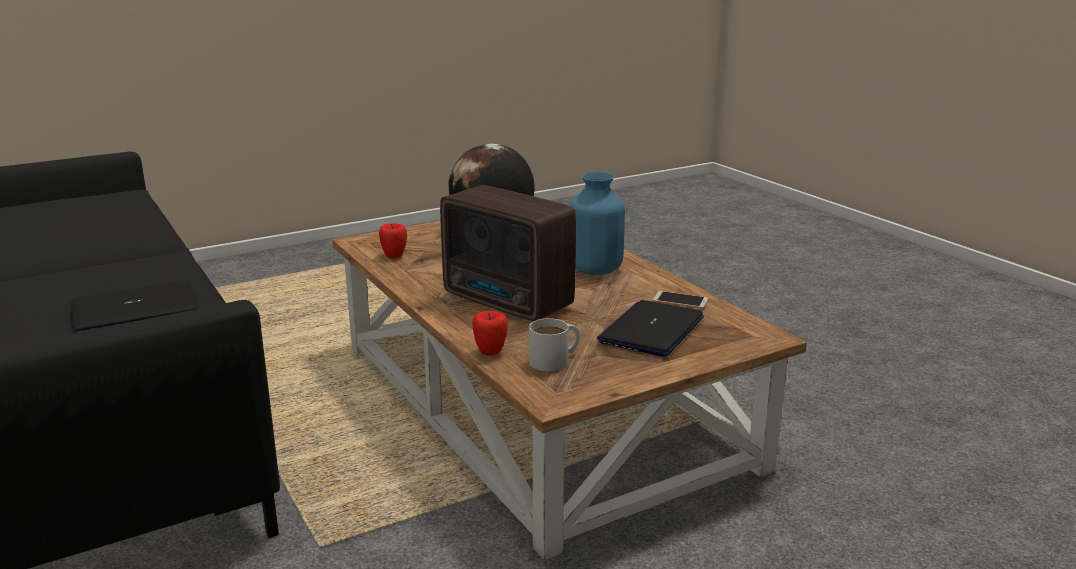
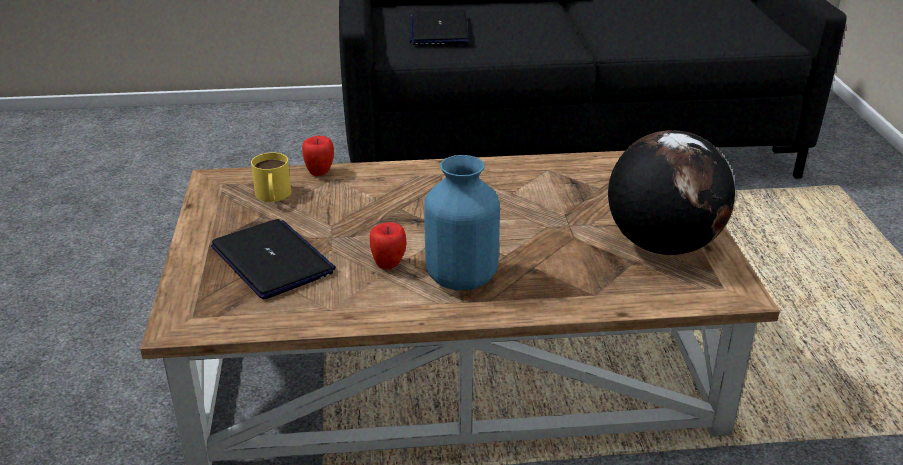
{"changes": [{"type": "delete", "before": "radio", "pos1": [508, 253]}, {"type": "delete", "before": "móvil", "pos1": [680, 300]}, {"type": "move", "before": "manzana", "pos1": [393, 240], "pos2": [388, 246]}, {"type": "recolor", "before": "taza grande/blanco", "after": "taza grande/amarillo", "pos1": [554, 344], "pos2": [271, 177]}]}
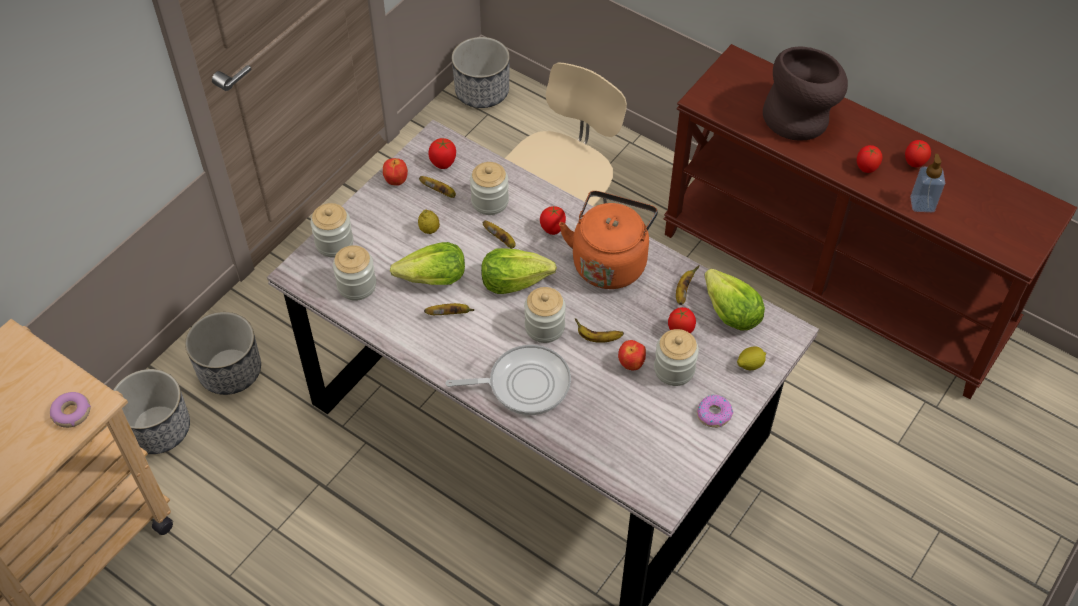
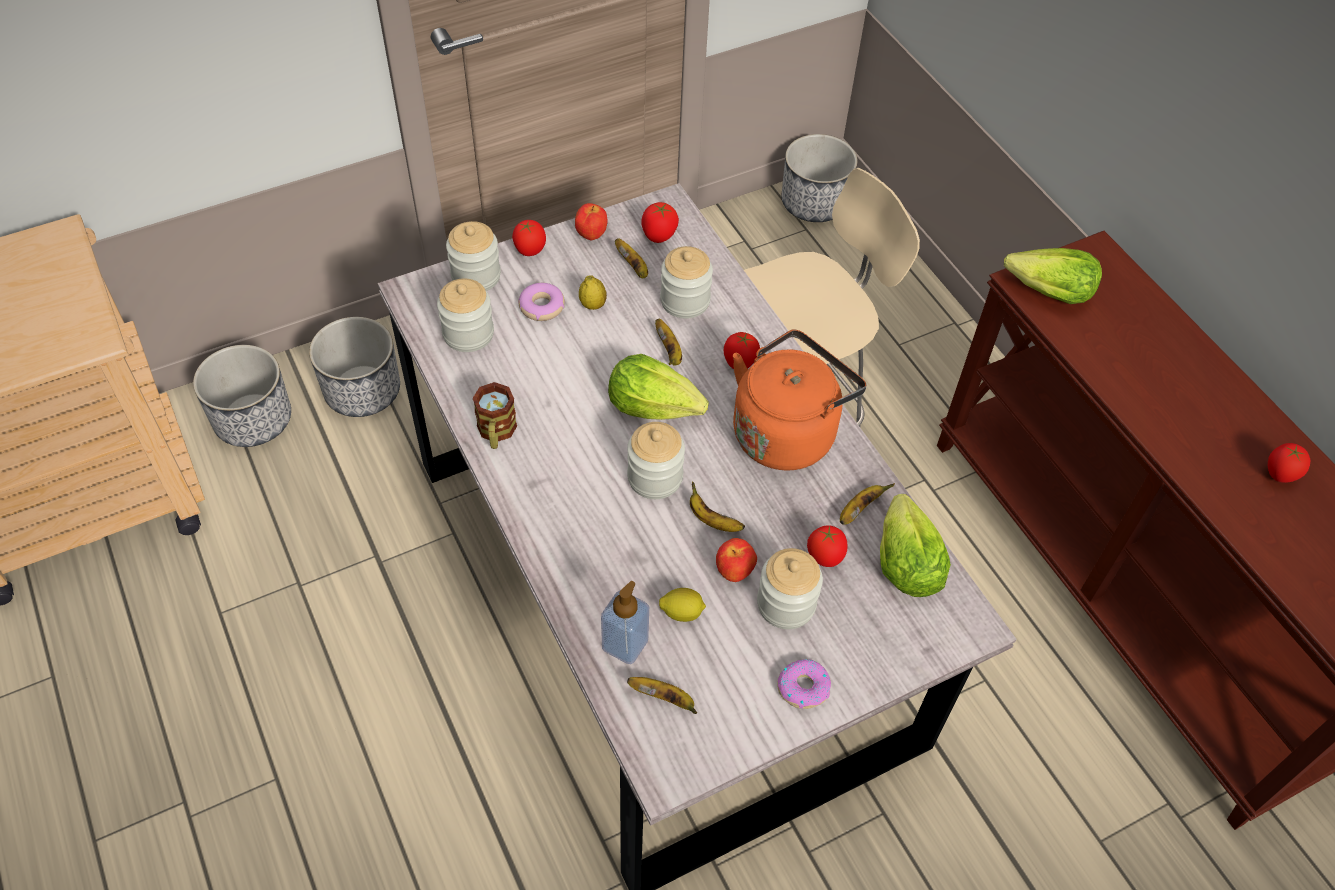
{"changes": [{"type": "delete", "before": "sartén", "pos1": [508, 380]}, {"type": "delete", "before": "florero/marrón", "pos1": [805, 94]}, {"type": "insert", "after": "taza grande", "pos2": [495, 415]}, {"type": "move", "before": "rosquilla", "pos1": [70, 410], "pos2": [541, 302]}, {"type": "move", "before": "lechuga", "pos1": [427, 263], "pos2": [1053, 276]}, {"type": "move", "before": "plátano", "pos1": [449, 309], "pos2": [662, 695]}, {"type": "move", "before": "limón", "pos1": [751, 358], "pos2": [682, 605]}, {"type": "move", "before": "tomate", "pos1": [870, 159], "pos2": [529, 238]}, {"type": "move", "before": "dispensador de jabón", "pos1": [927, 183], "pos2": [625, 622]}]}
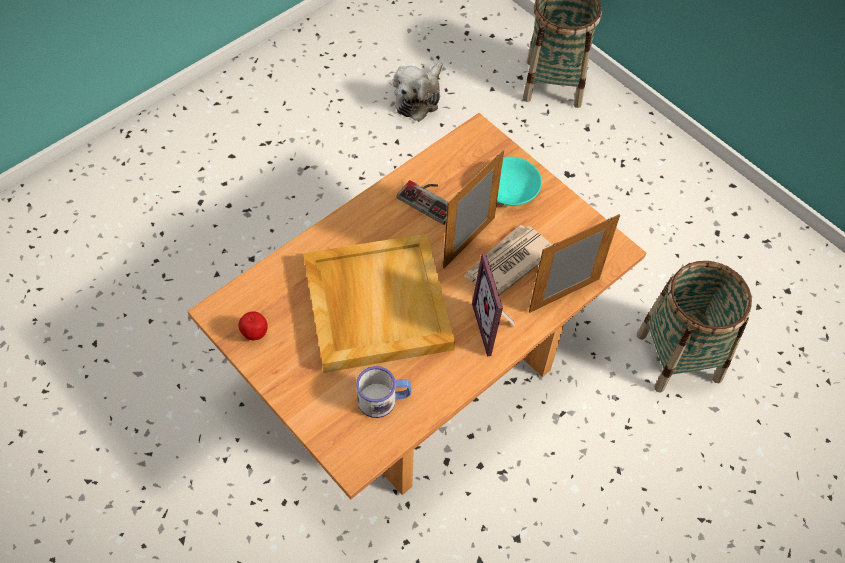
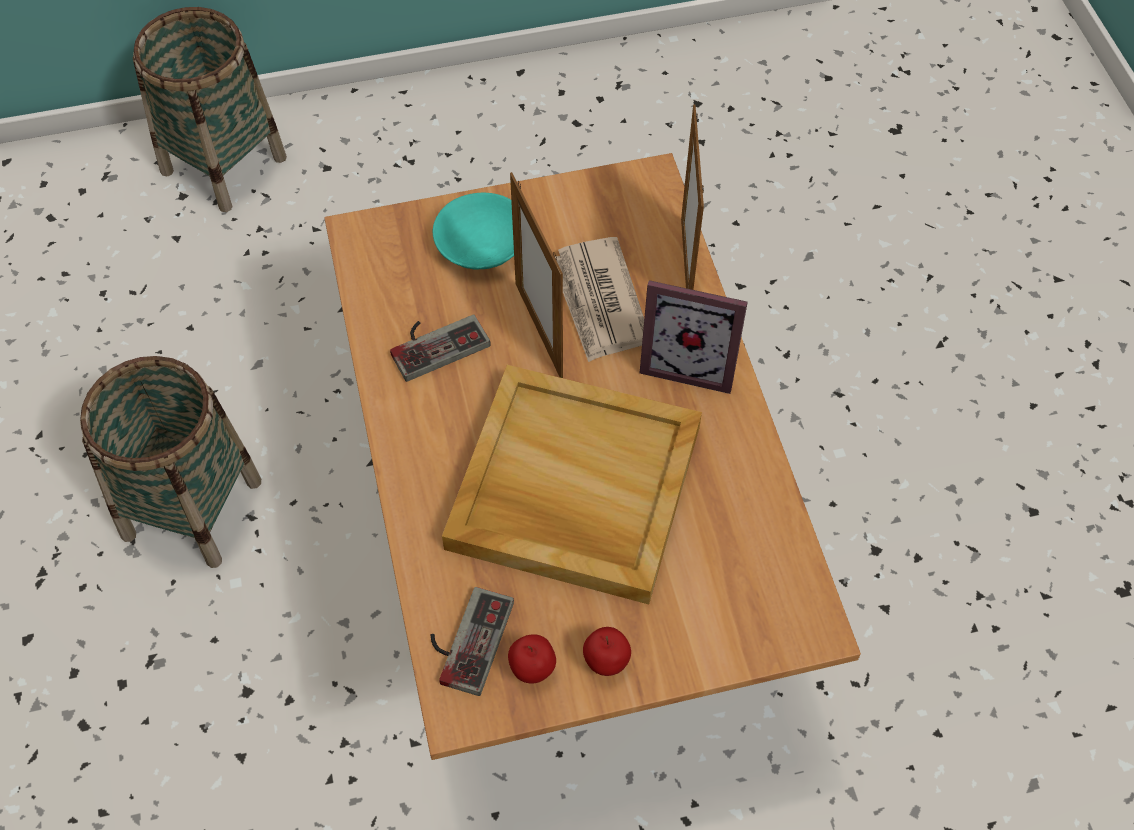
{"changes": [{"type": "delete", "before": "taza grande", "pos1": [384, 392]}, {"type": "delete", "before": "peluche", "pos1": [417, 91]}, {"type": "insert", "after": "mando de consola", "pos2": [472, 641]}, {"type": "insert", "after": "manzana", "pos2": [607, 651]}, {"type": "move", "before": "cesta", "pos1": [694, 327], "pos2": [170, 462]}]}
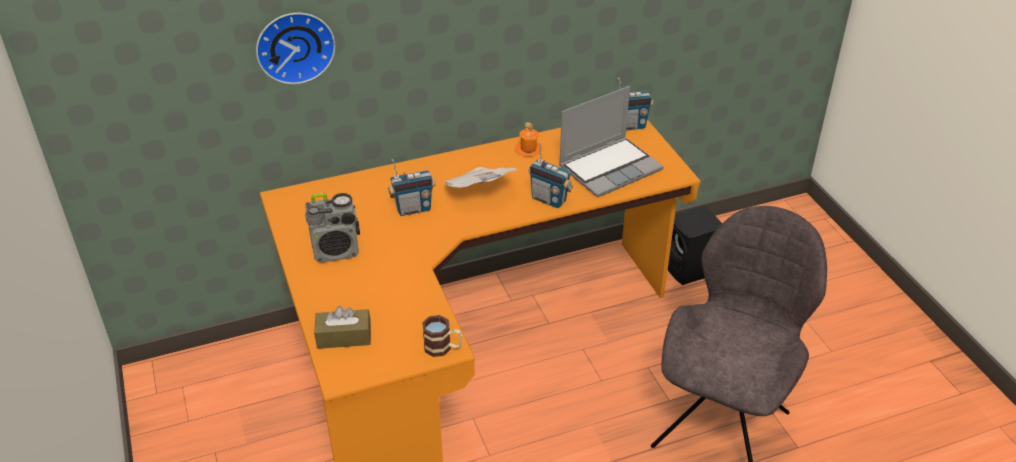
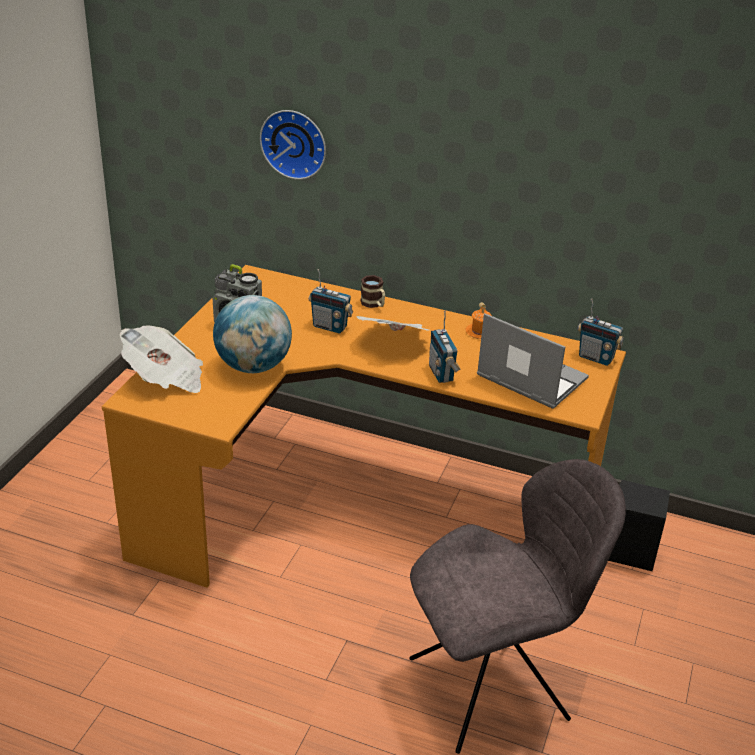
{"changes": [{"type": "insert", "after": "globo terráqueo", "pos2": [252, 334]}, {"type": "move", "before": "taza grande", "pos1": [442, 336], "pos2": [372, 291]}, {"type": "replace", "before": "caja de pañuelos/marrón", "after": "periódico", "pos1": [342, 327], "pos2": [161, 359]}, {"type": "rotate", "before": "portátil", "pos1": [611, 141], "pos2": [533, 360], "turn": -150}]}
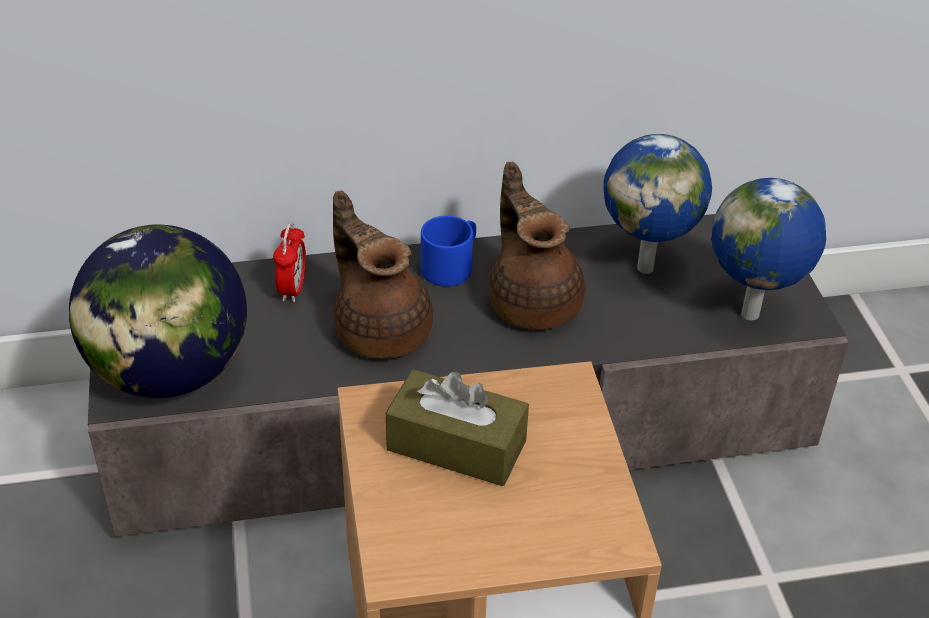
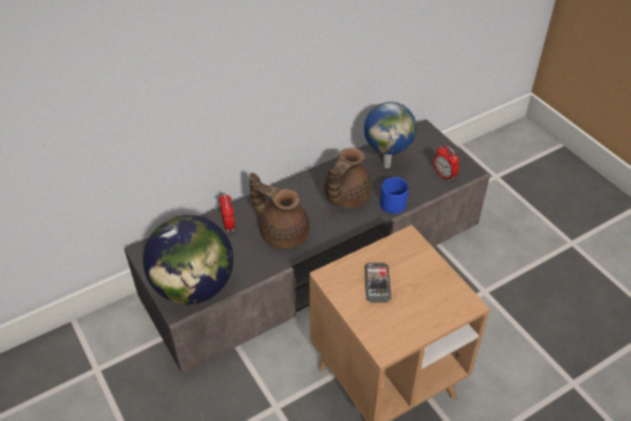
{"changes": [{"type": "move", "before": "taza grande/azul", "pos1": [448, 251], "pos2": [394, 195]}, {"type": "replace", "before": "caja de pañuelos/marrón", "after": "móvil", "pos1": [457, 428], "pos2": [378, 283]}, {"type": "replace", "before": "globo terráqueo", "after": "despertador", "pos1": [769, 249], "pos2": [446, 163]}, {"type": "rotate", "before": "tetera/marrón", "pos1": [536, 246], "pos2": [348, 178], "turn": -105}]}
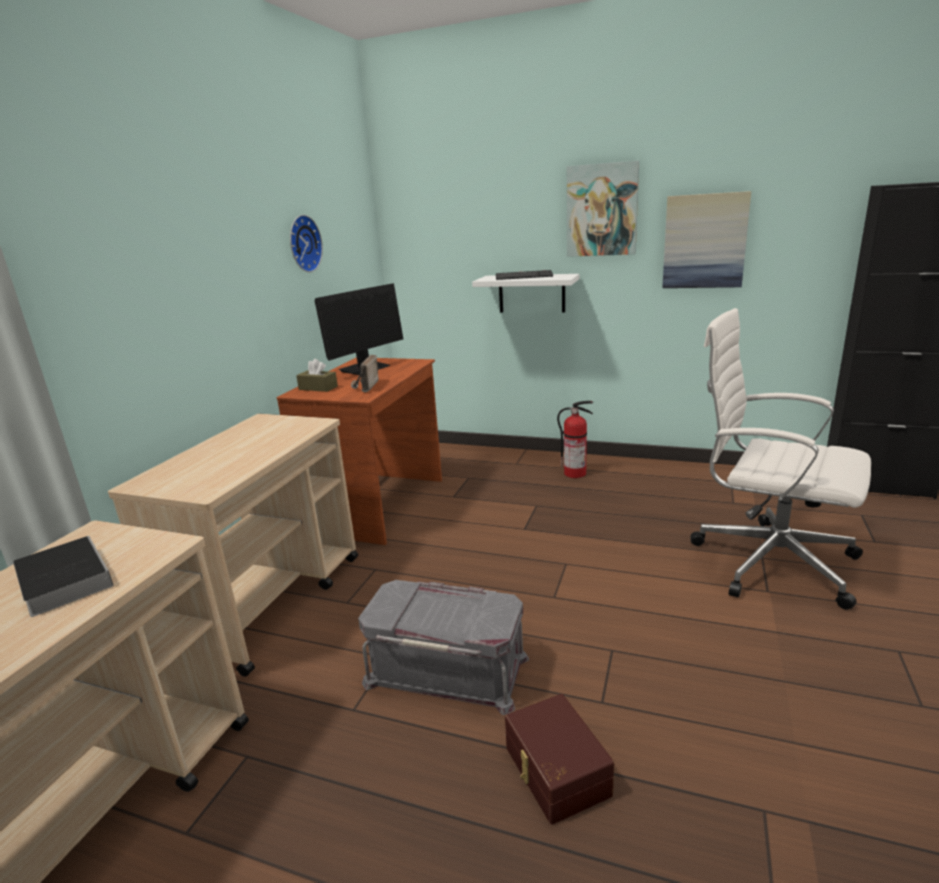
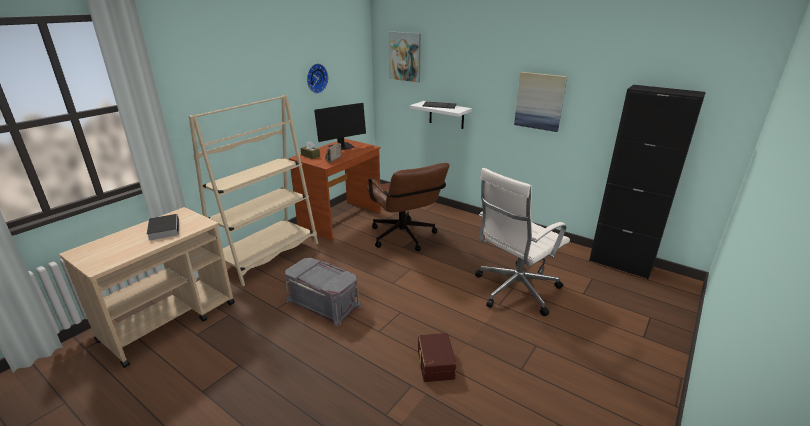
{"changes": [{"type": "delete", "before": "extintor", "pos1": [575, 439]}, {"type": "insert", "after": "silla de oficina/marrón", "pos2": [407, 207]}, {"type": "move", "before": "caja de almacenaje/marrón", "pos1": [559, 759], "pos2": [437, 357]}, {"type": "move", "before": "cuadro", "pos1": [603, 208], "pos2": [404, 56]}, {"type": "replace", "before": "carrito/beis", "after": "estantería/beis", "pos1": [233, 545], "pos2": [253, 190]}, {"type": "rotate", "before": "silla de oficina/blanco", "pos1": [780, 459], "pos2": [522, 242], "turn": -90}]}
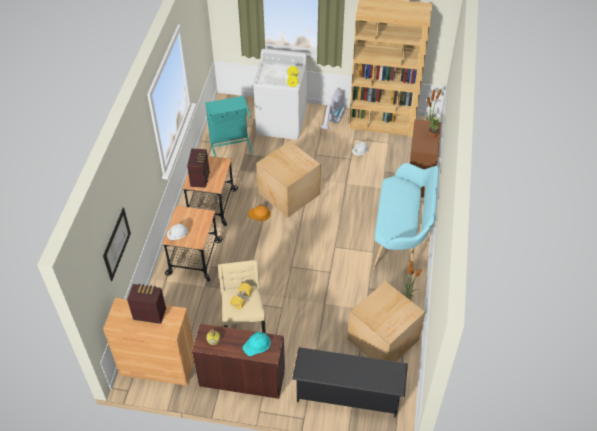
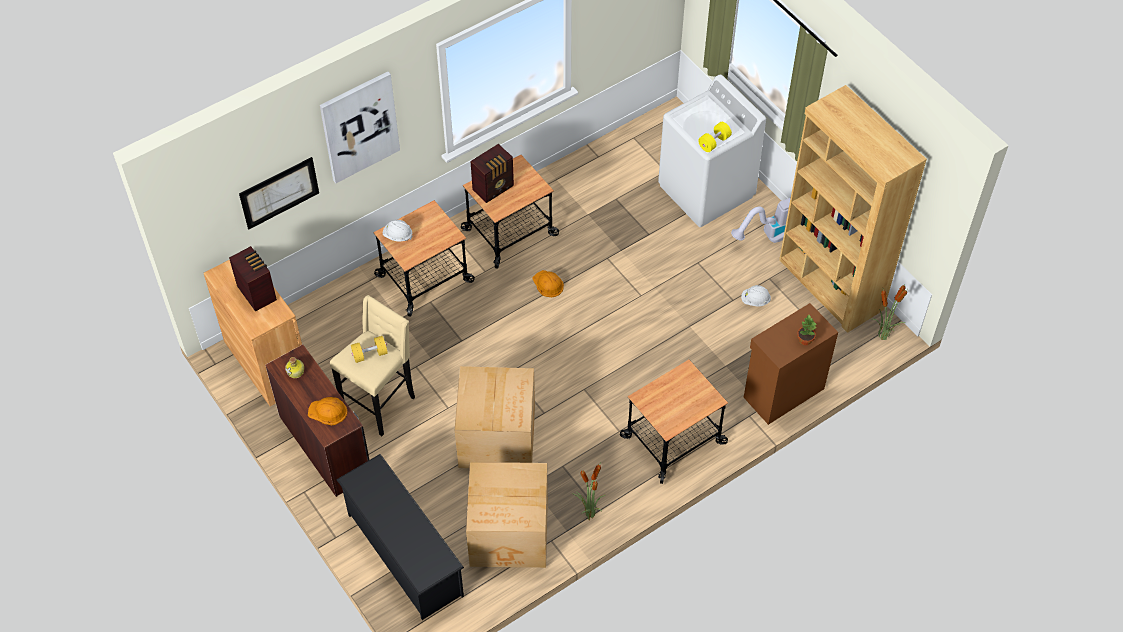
{"changes": [{"type": "delete", "before": "cesto de la ropa/turquesa", "pos1": [229, 126]}, {"type": "insert", "after": "cuadro", "pos2": [360, 127]}, {"type": "move", "before": "caja de cartón", "pos1": [288, 179], "pos2": [495, 417]}, {"type": "replace", "before": "banco/turquesa", "after": "carrito", "pos1": [406, 216], "pos2": [674, 422]}, {"type": "recolor", "before": "casco/turquesa", "after": "casco/naranja", "pos1": [256, 344], "pos2": [327, 411]}]}
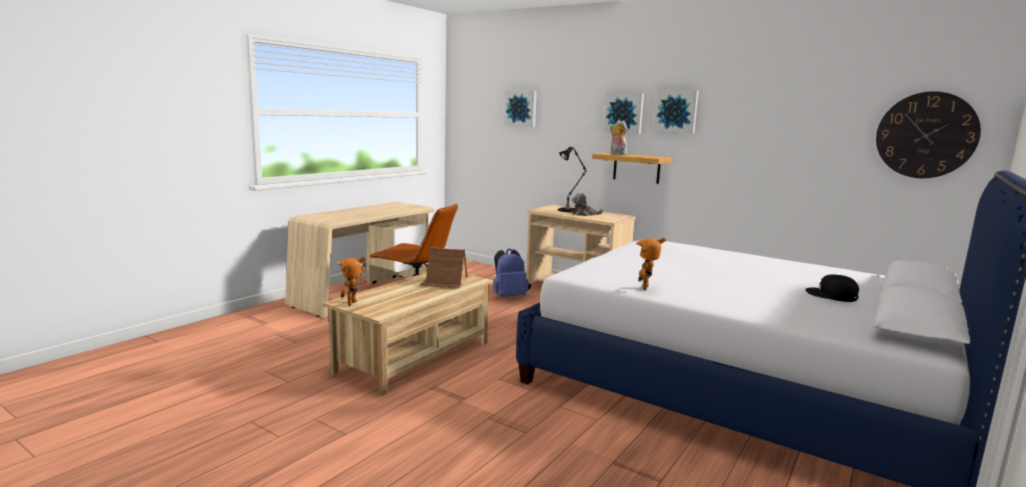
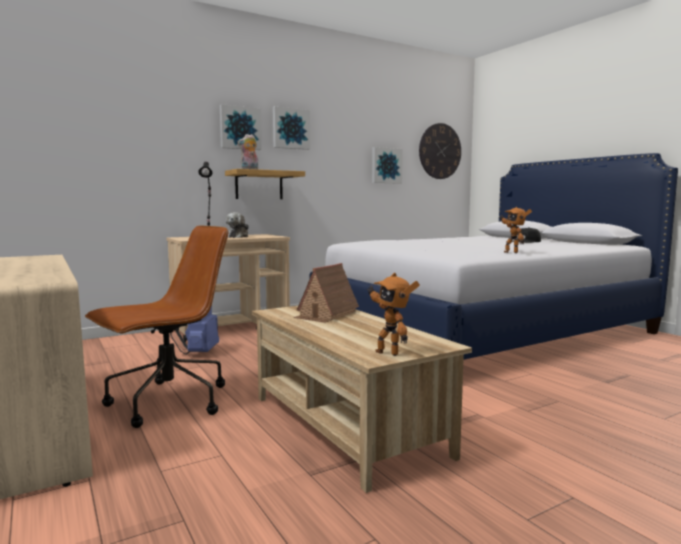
{"changes": [{"type": "move", "before": "cuadro", "pos1": [520, 108], "pos2": [387, 165]}]}
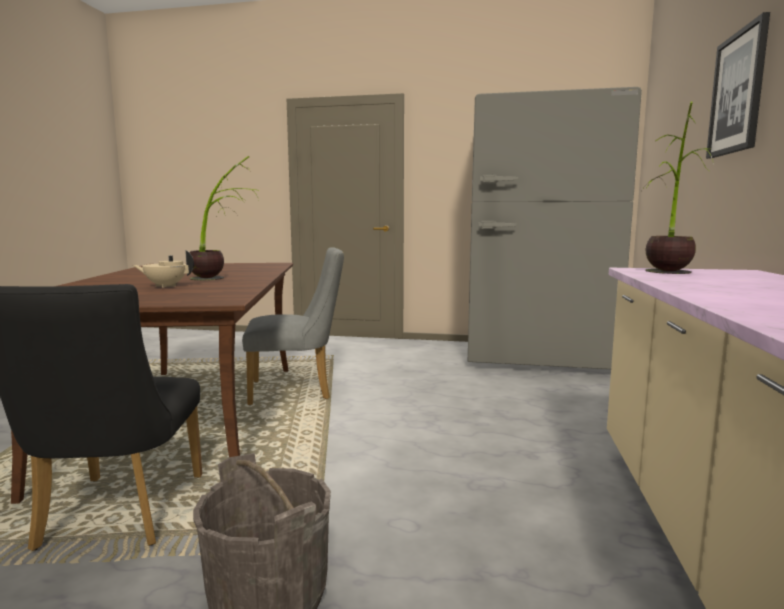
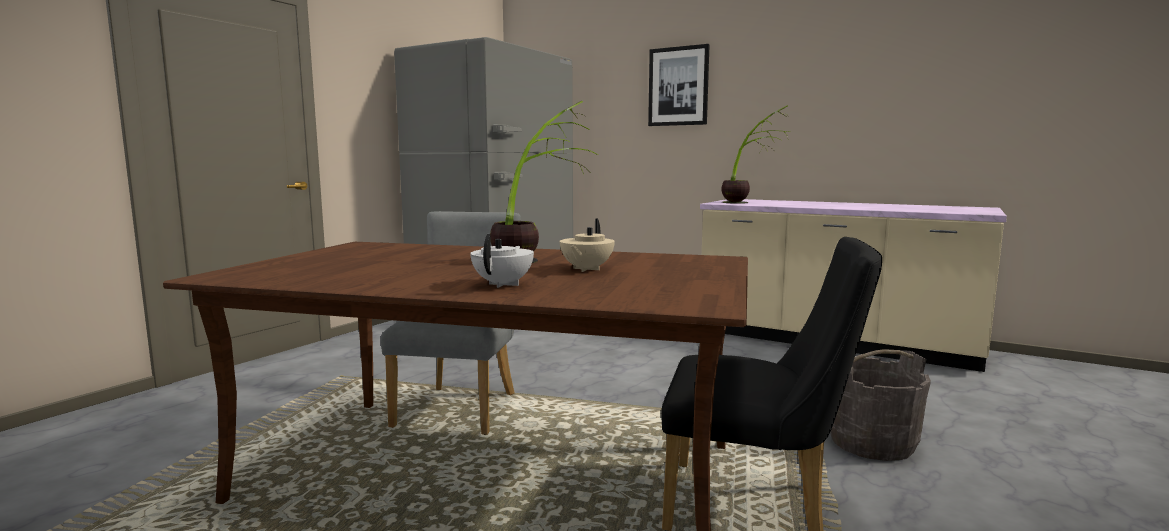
{"changes": [{"type": "insert", "after": "tetera/blanco", "pos2": [502, 261]}]}
